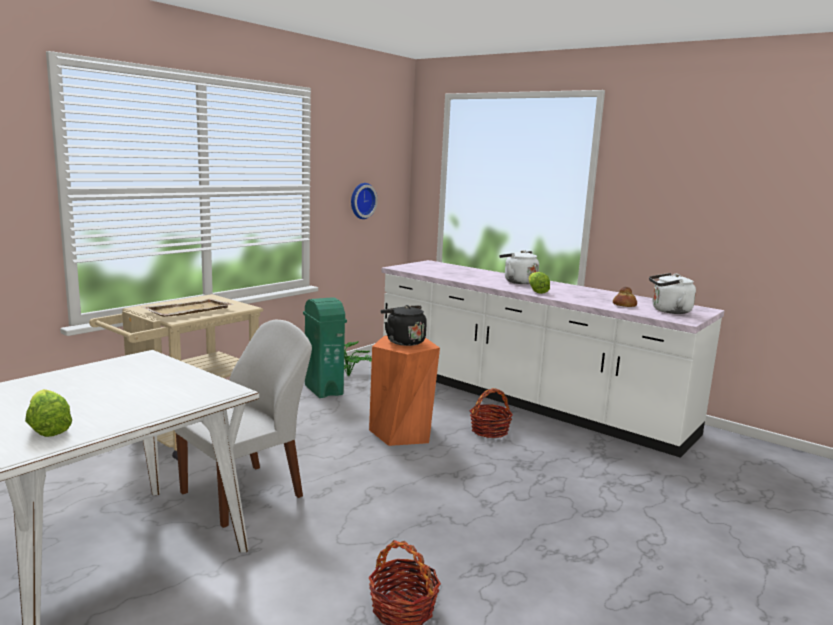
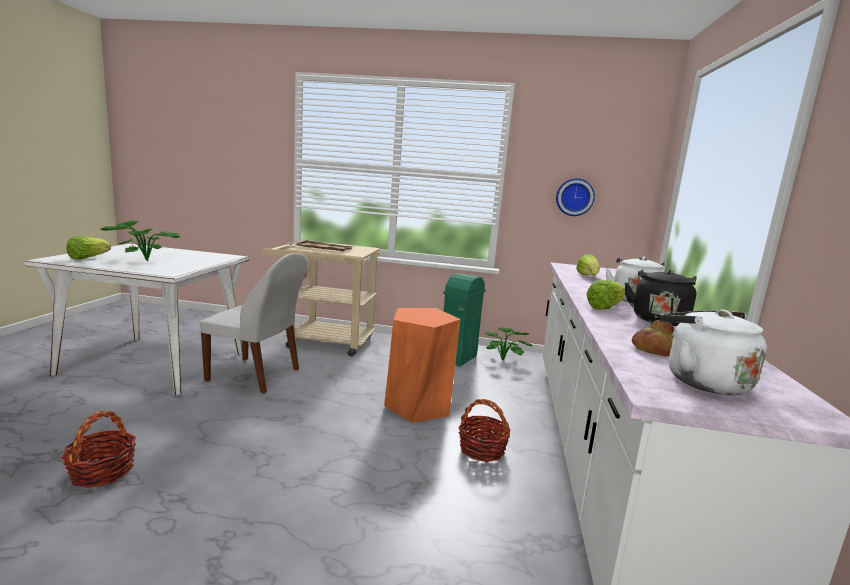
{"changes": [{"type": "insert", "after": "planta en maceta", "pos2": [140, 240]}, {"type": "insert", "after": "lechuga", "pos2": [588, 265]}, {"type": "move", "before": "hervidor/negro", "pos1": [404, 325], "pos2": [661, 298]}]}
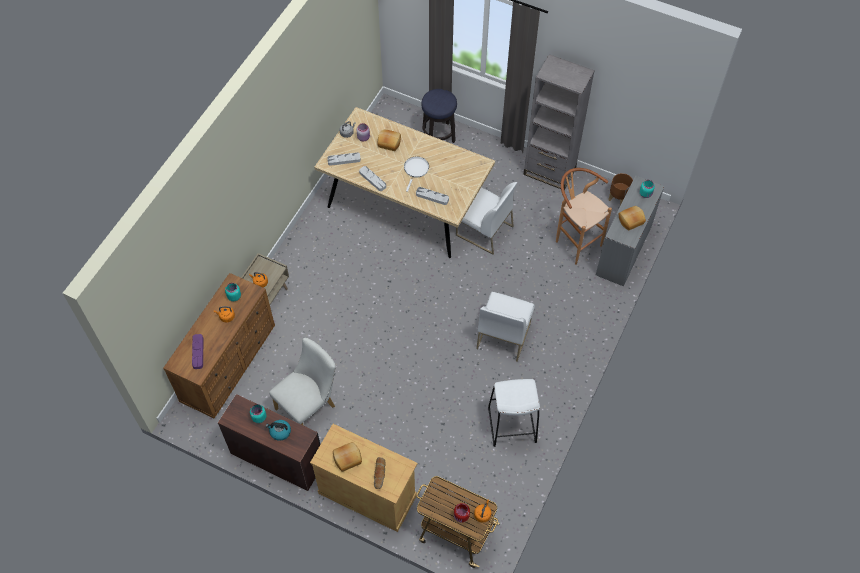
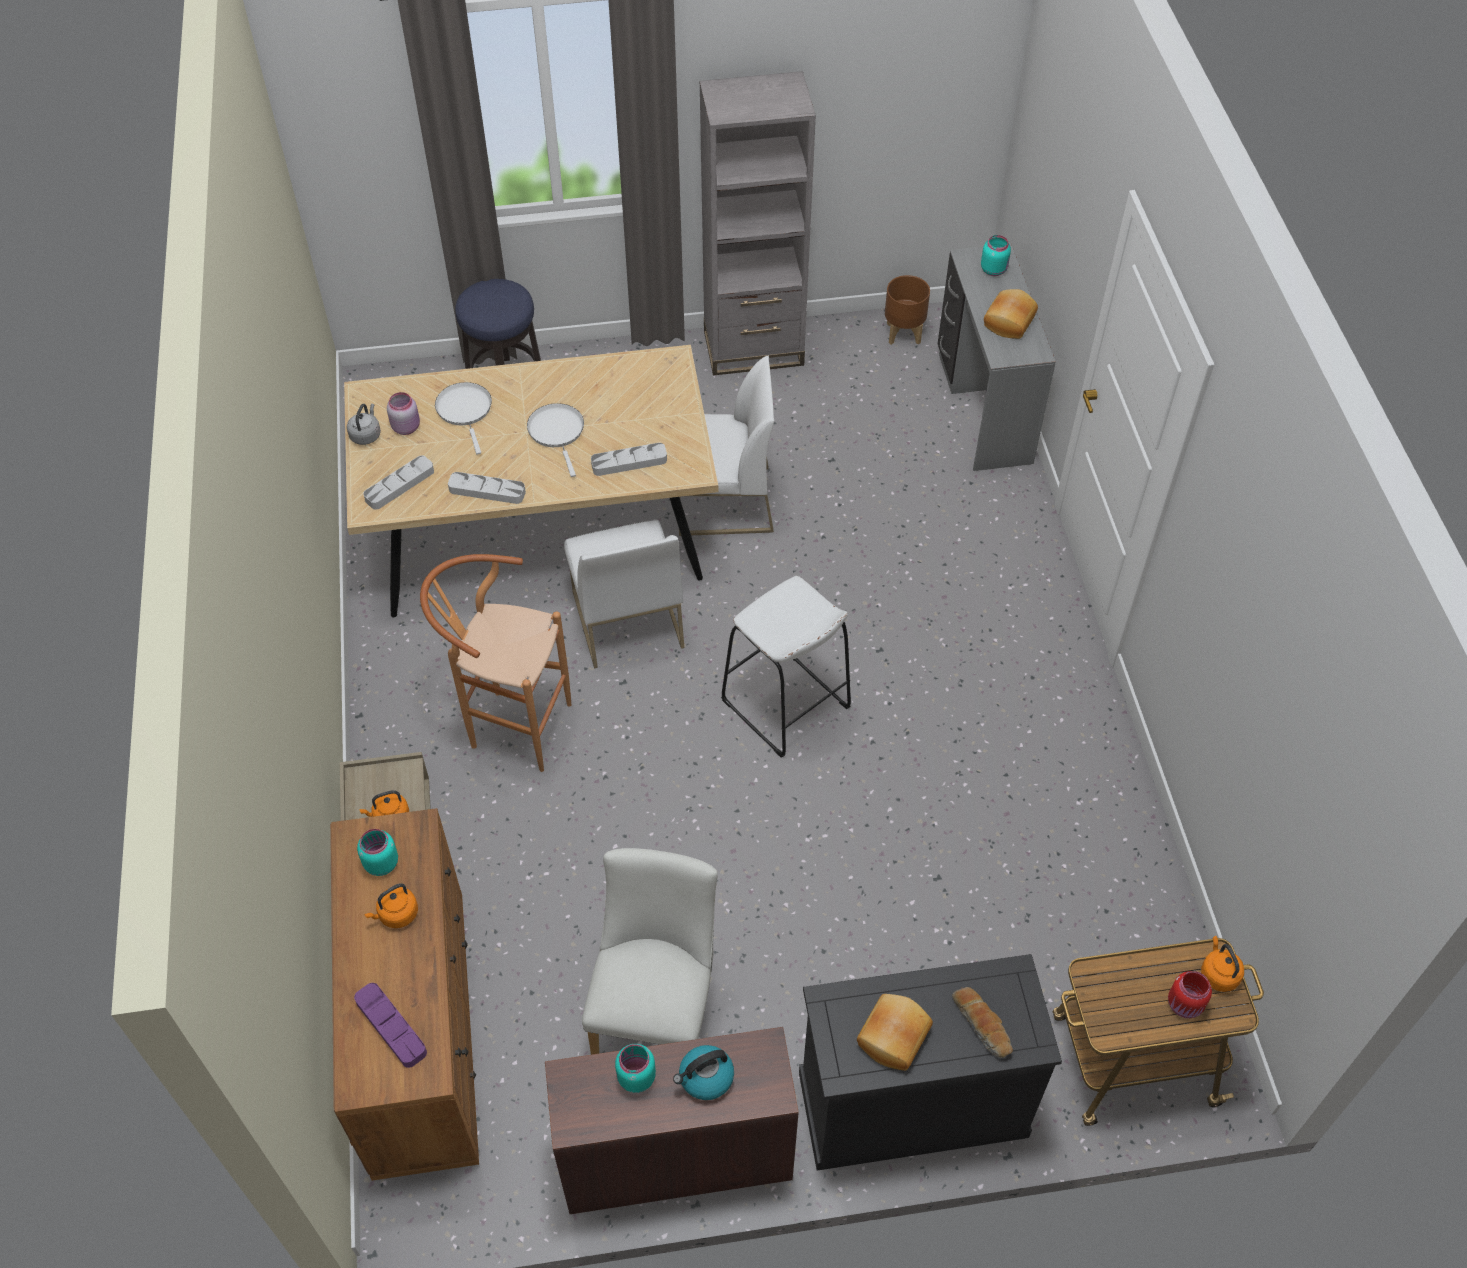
{"changes": [{"type": "move", "before": "silla/blanco", "pos1": [505, 326], "pos2": [624, 594]}, {"type": "move", "before": "taburete/blanco", "pos1": [514, 413], "pos2": [786, 667]}, {"type": "move", "before": "taburete/marrón", "pos1": [584, 216], "pos2": [495, 663]}, {"type": "replace", "before": "pan", "after": "sartén/blanco", "pos1": [389, 140], "pos2": [463, 418]}, {"type": "recolor", "before": "armario/beis", "after": "armario/negro", "pos1": [364, 478], "pos2": [930, 1062]}]}
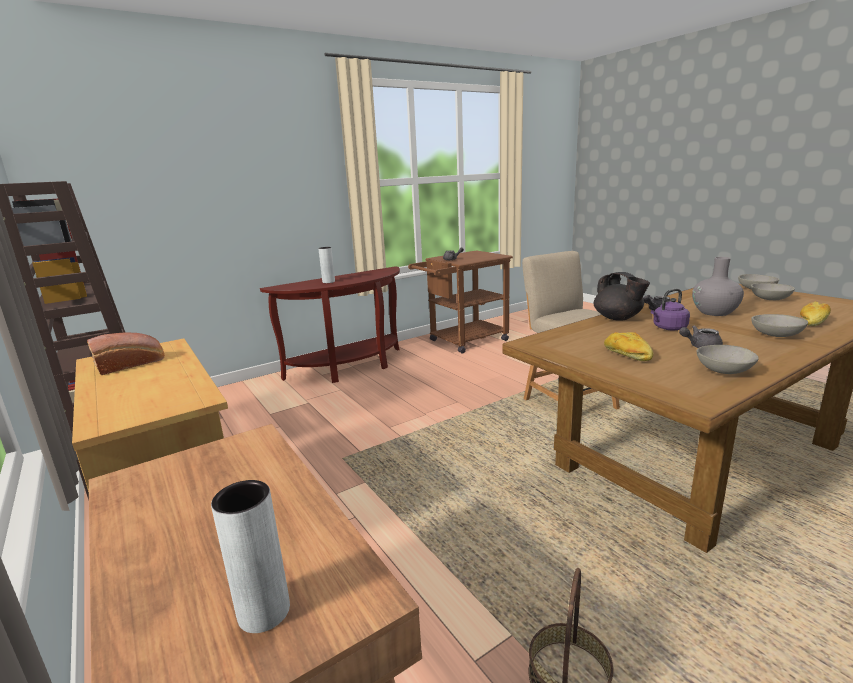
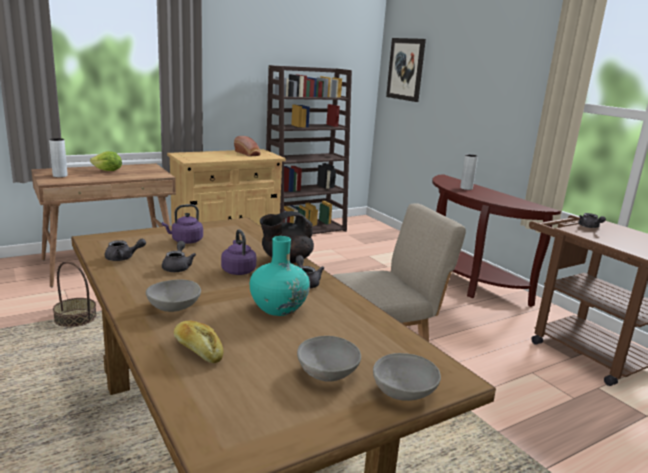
{"changes": [{"type": "insert", "after": "lechuga", "pos2": [106, 161]}, {"type": "insert", "after": "cuadro", "pos2": [406, 70]}, {"type": "replace", "before": "pan", "after": "hervidor/morado", "pos1": [628, 346], "pos2": [182, 224]}, {"type": "replace", "before": "cuenco/gris", "after": "tetera/gris", "pos1": [728, 359], "pos2": [125, 250]}, {"type": "recolor", "before": "florero/gris", "after": "florero/turquesa", "pos1": [718, 286], "pos2": [280, 276]}]}
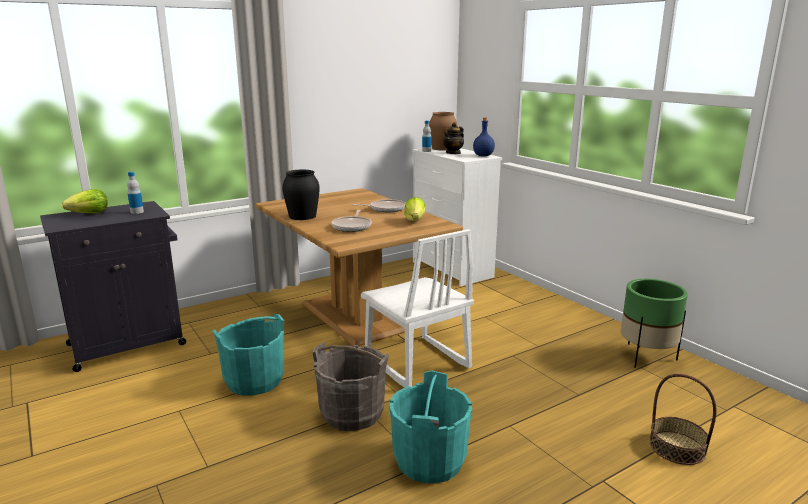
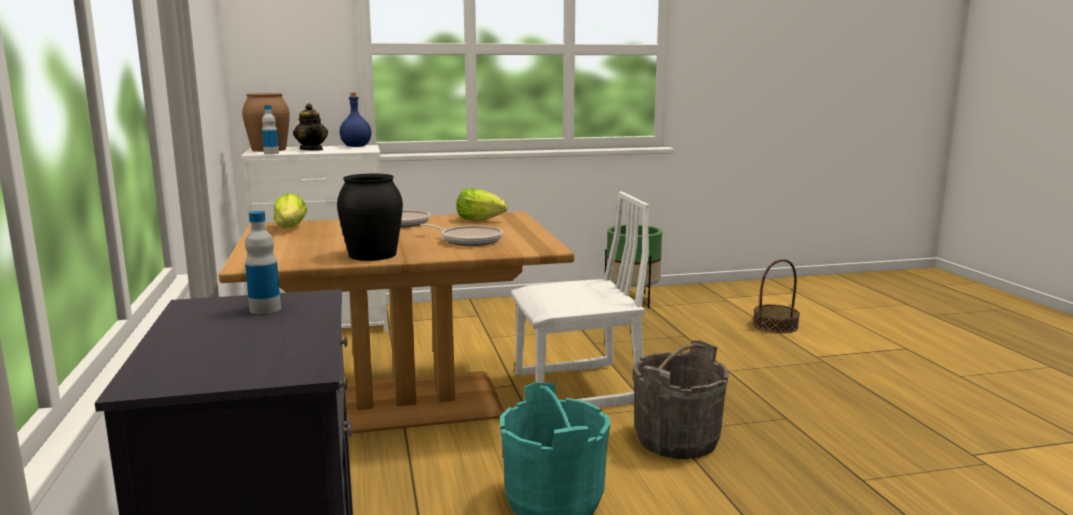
{"changes": [{"type": "delete", "before": "cubo/turquesa", "pos1": [430, 427]}, {"type": "move", "before": "lechuga", "pos1": [84, 201], "pos2": [290, 210]}]}
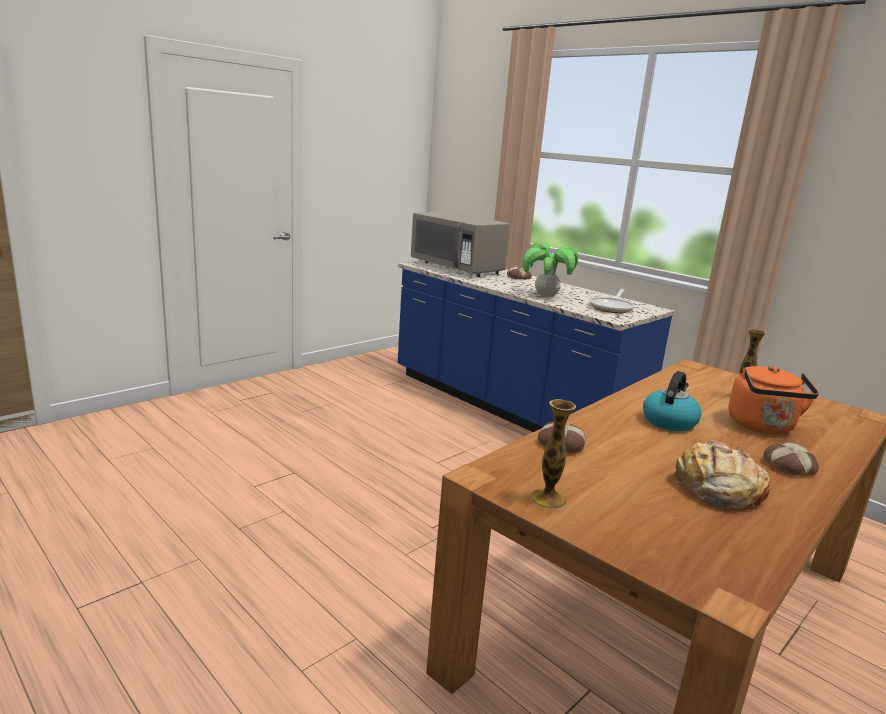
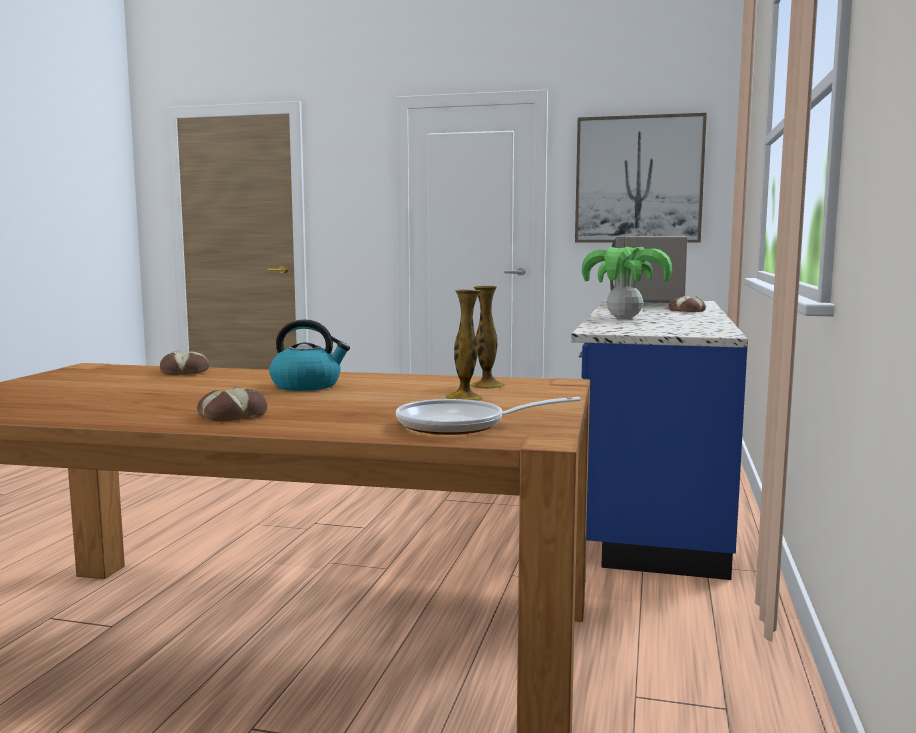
{"changes": [{"type": "delete", "before": "pan", "pos1": [722, 475]}, {"type": "delete", "before": "hervidor/naranja", "pos1": [774, 400]}, {"type": "insert", "after": "cuadro", "pos2": [641, 177]}, {"type": "move", "before": "florero", "pos1": [553, 454], "pos2": [487, 337]}, {"type": "move", "before": "sartén", "pos1": [612, 301], "pos2": [488, 416]}]}
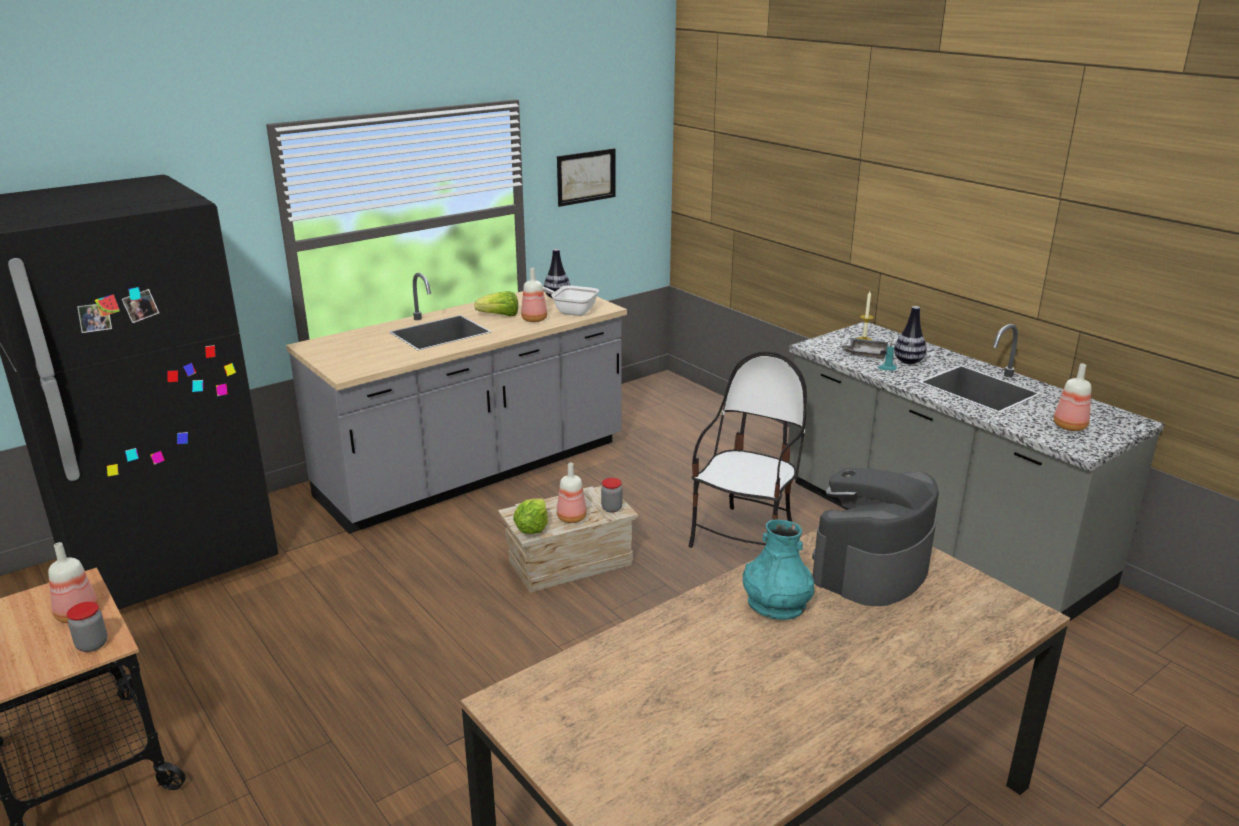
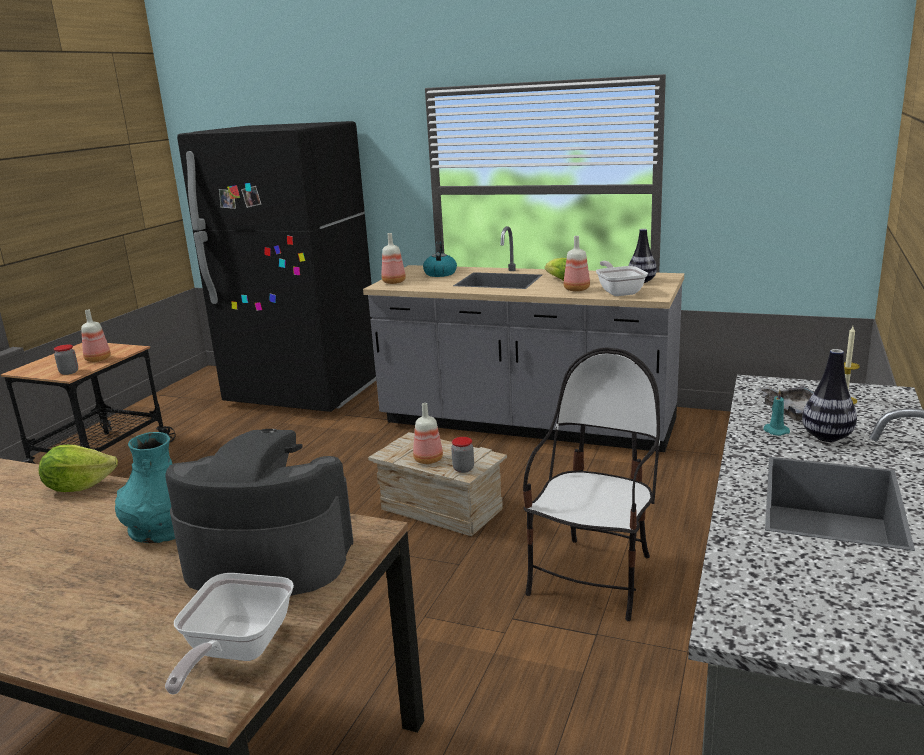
{"changes": [{"type": "delete", "before": "cuadro", "pos1": [586, 177]}, {"type": "insert", "after": "sartén", "pos2": [229, 633]}, {"type": "insert", "after": "hervidor", "pos2": [440, 259]}, {"type": "move", "before": "lechuga", "pos1": [530, 516], "pos2": [78, 468]}, {"type": "move", "before": "botella", "pos1": [1072, 397], "pos2": [394, 258]}, {"type": "rotate", "before": "silla", "pos1": [748, 449], "pos2": [591, 484], "turn": -60}]}
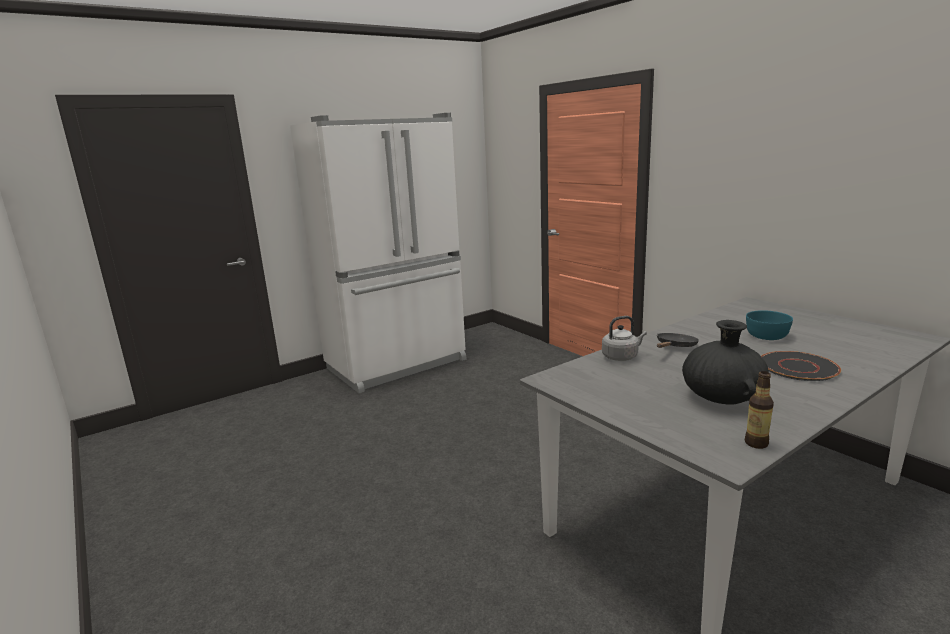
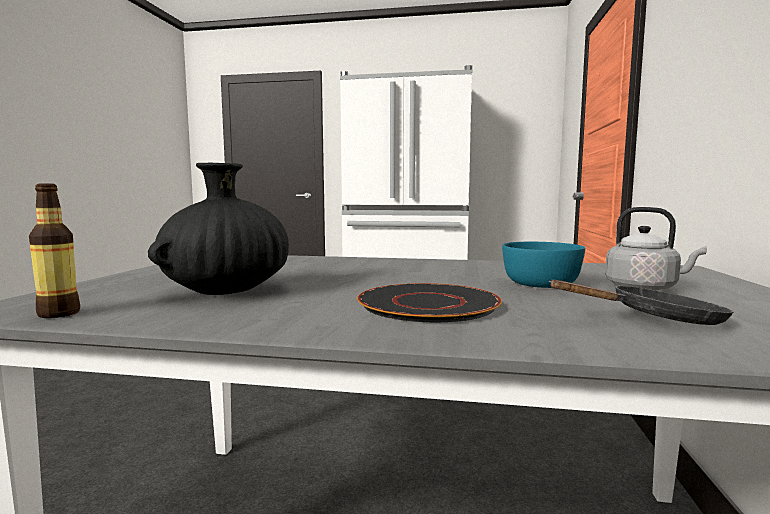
{"changes": [{"type": "move", "before": "hervidor/gris", "pos1": [624, 338], "pos2": [656, 248]}, {"type": "move", "before": "sartén/negro", "pos1": [678, 340], "pos2": [641, 302]}]}
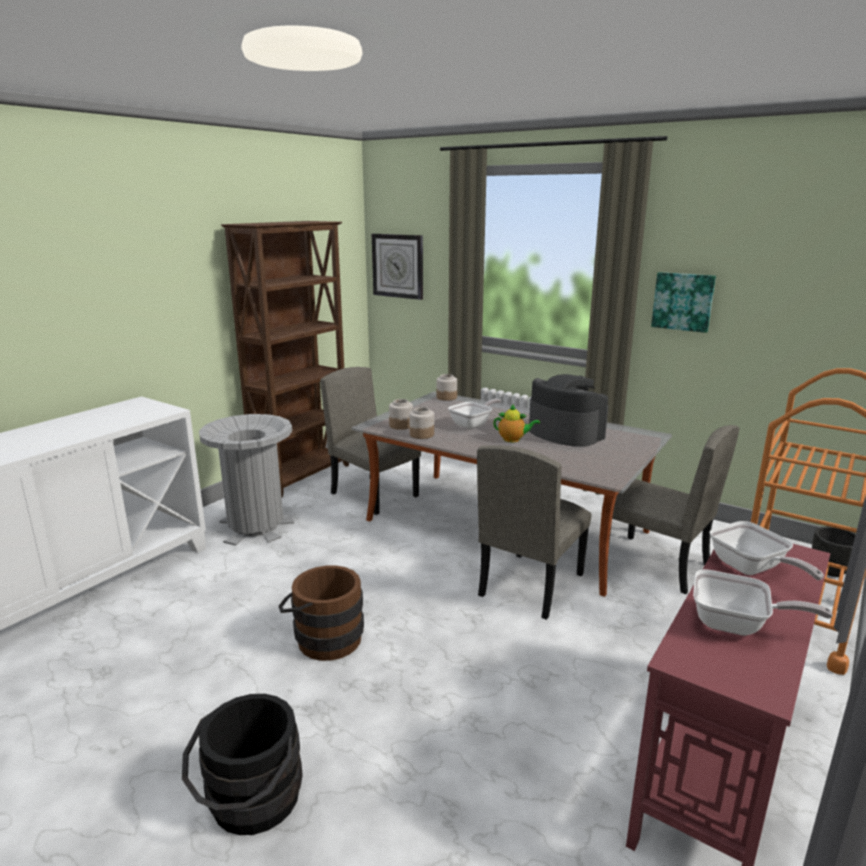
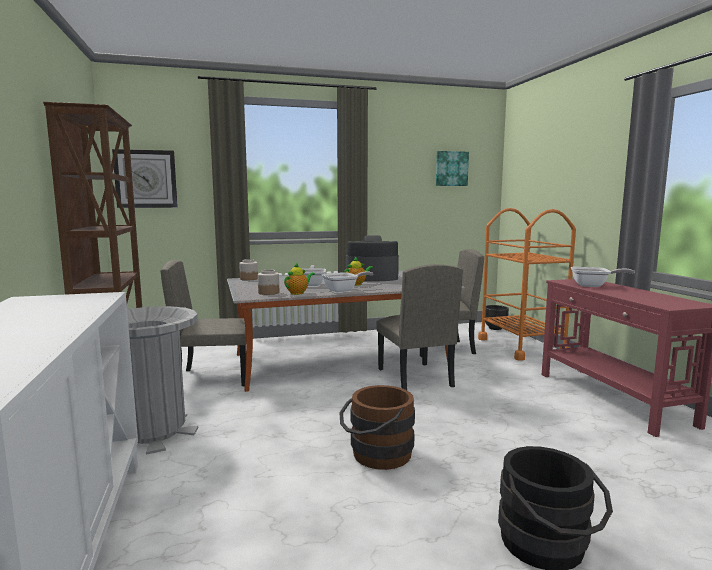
{"changes": [{"type": "move", "before": "cuadro", "pos1": [683, 302], "pos2": [452, 168]}, {"type": "move", "before": "sartén", "pos1": [763, 602], "pos2": [348, 281]}, {"type": "replace", "before": "tarro", "after": "tetera", "pos1": [421, 423], "pos2": [299, 279]}]}
